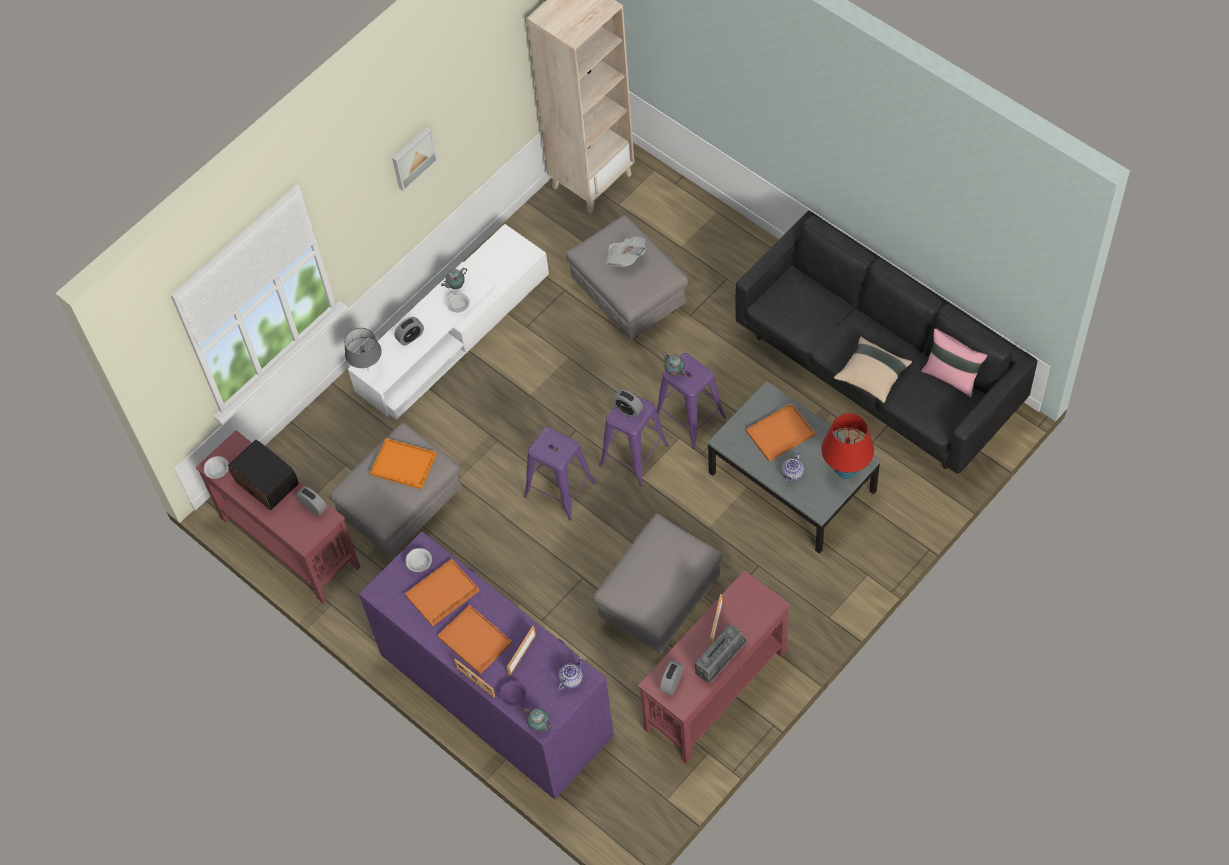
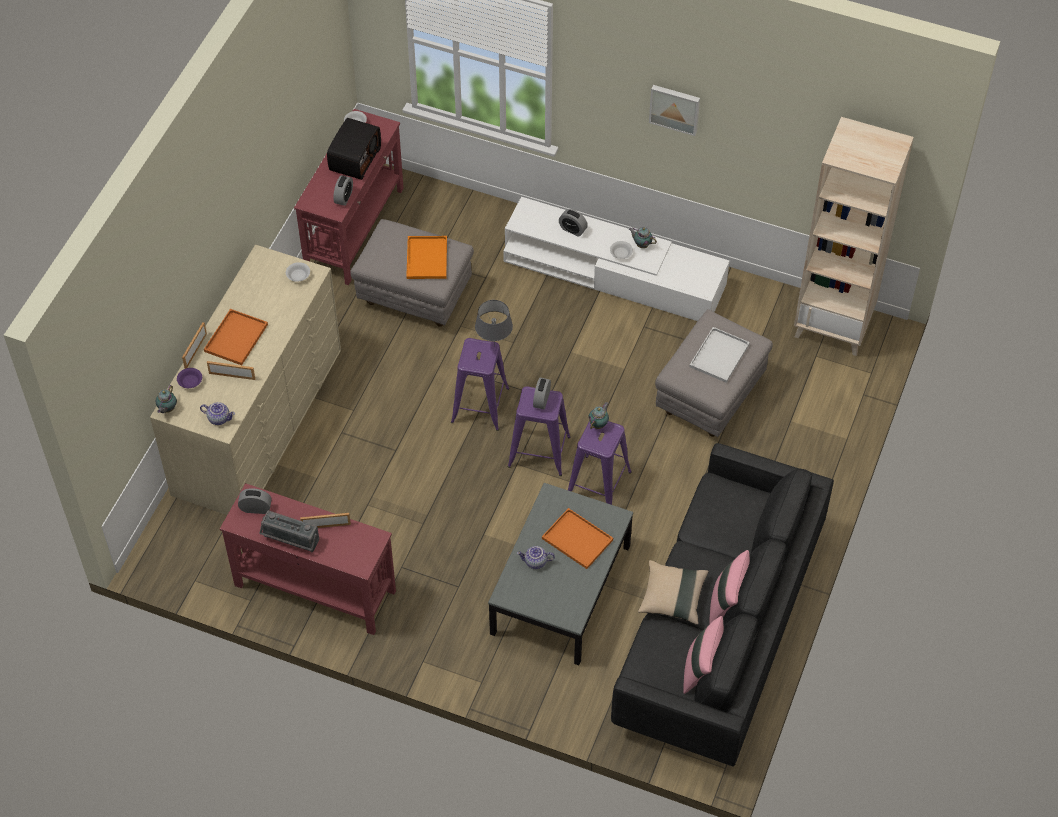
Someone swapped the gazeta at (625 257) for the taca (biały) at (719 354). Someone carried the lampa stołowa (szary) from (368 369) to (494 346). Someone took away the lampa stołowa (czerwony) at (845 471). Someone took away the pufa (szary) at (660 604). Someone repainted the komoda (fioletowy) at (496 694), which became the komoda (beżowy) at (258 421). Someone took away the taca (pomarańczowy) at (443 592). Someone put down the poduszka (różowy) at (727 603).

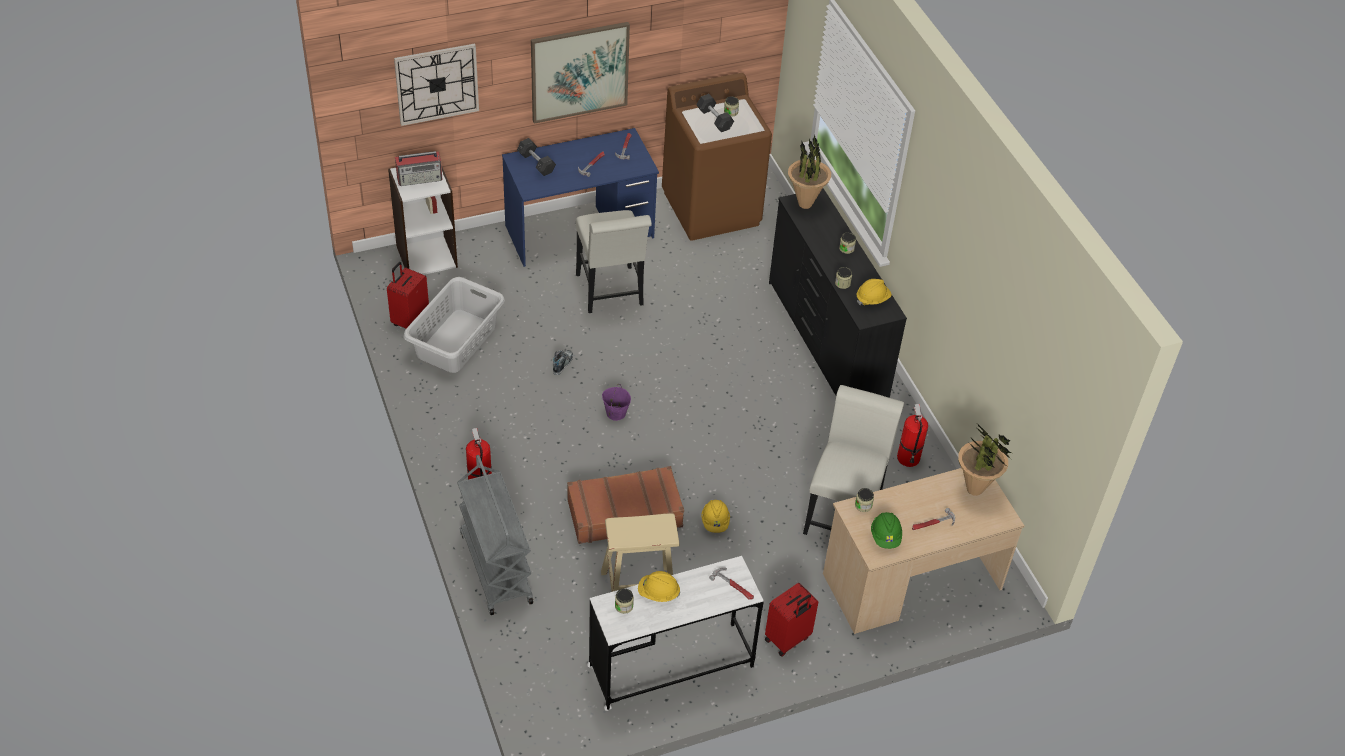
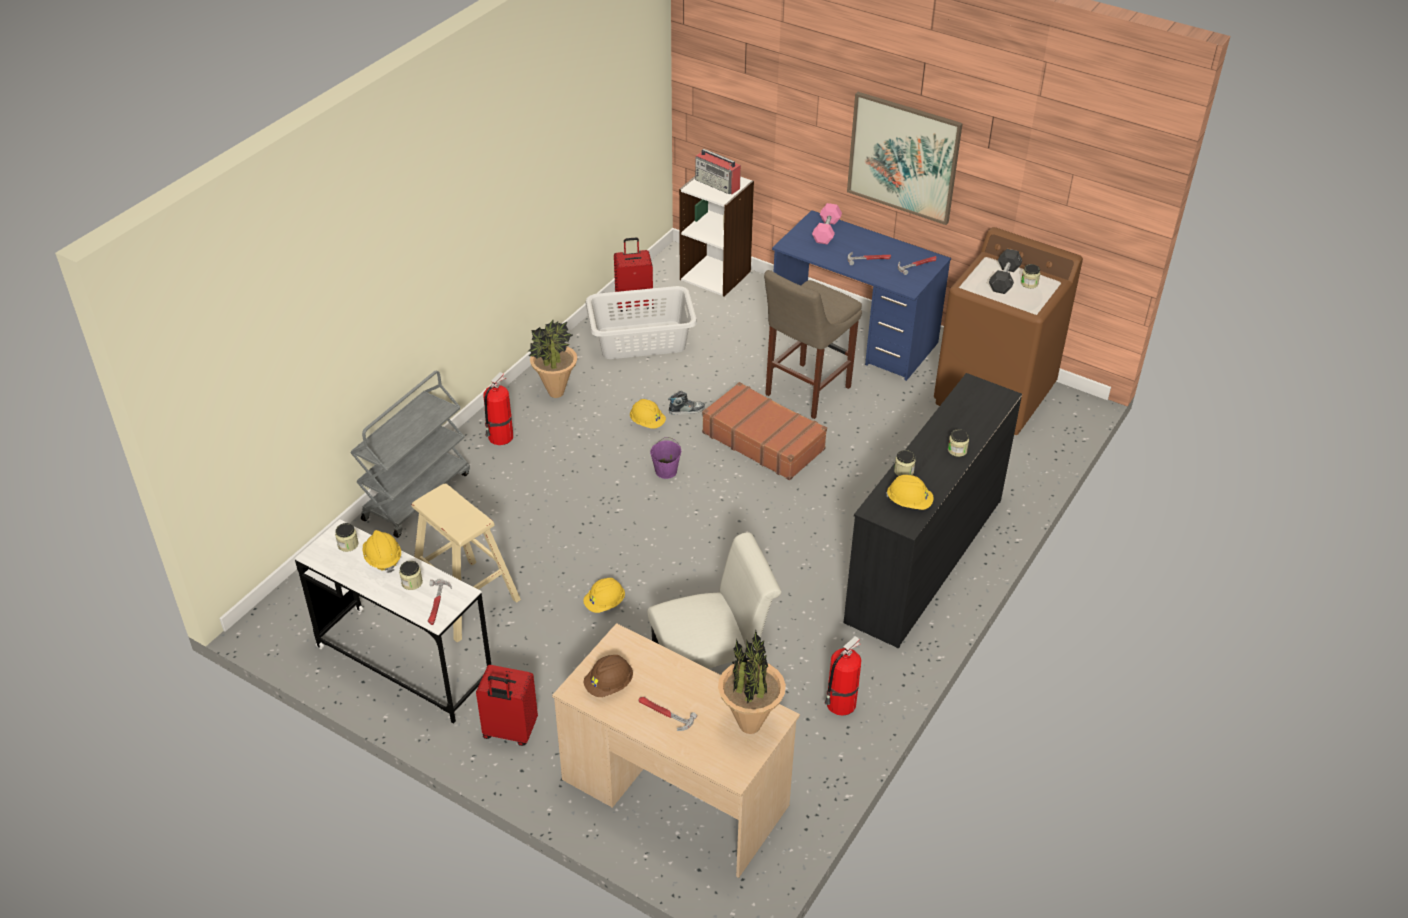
Someone took away the zegar ścienny at (437 84). Someone carried the roślina doniczkowa from (805 204) to (556 393). Someone repainted the hantel (szary) at (536 163), which became the hantel (różowy) at (826 231). Someone swapped the krzesło (biały) at (611 293) for the stołek (beżowy) at (804 392). Someone carried the walizka (brązowy) from (624 512) to (763 440). Someone carried the słoik from (863 505) to (412 582). Someone repainted the kask (zielony) at (885 536), which became the kask (brązowy) at (609 685). Someone put down the kask (żółty) at (647 422).

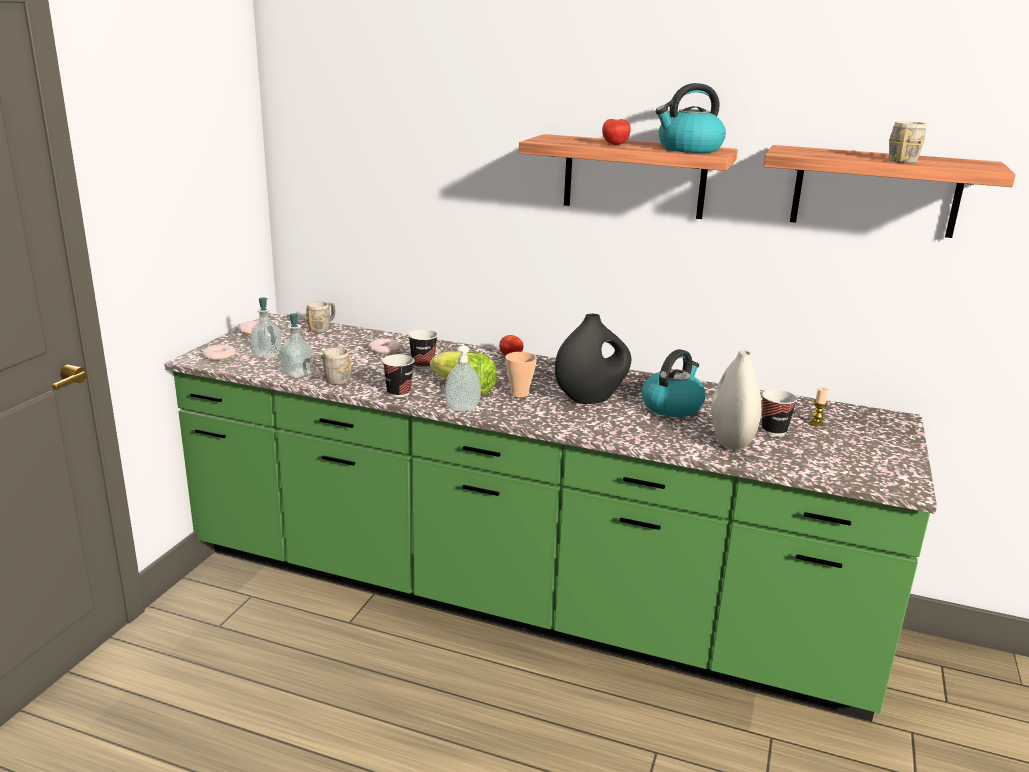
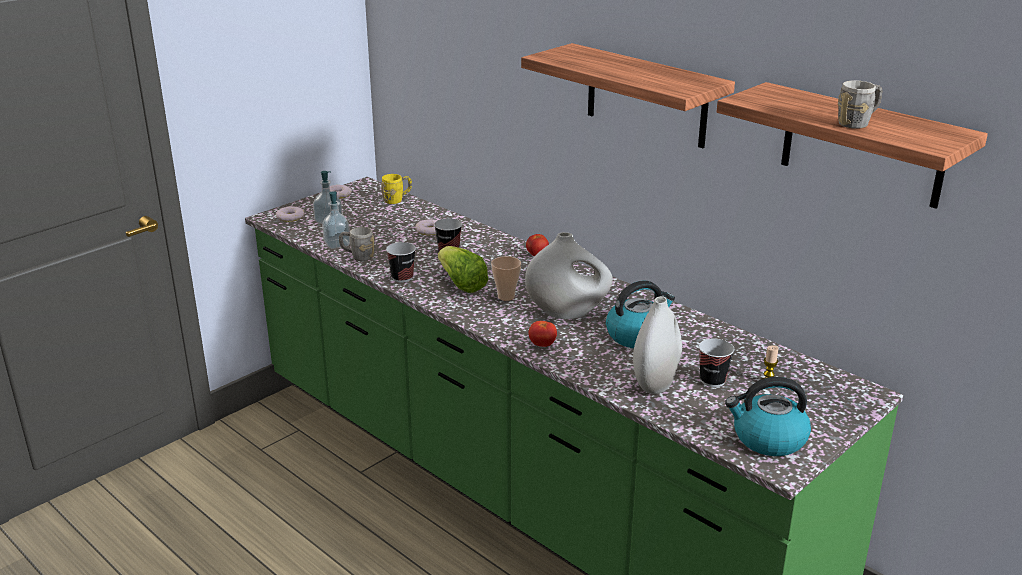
Someone carried the czajnik from (689 149) to (768 439). Someone carried the pomidor from (615 144) to (542 344). Someone repainted the kubek (szary) at (322 328), which became the kubek (żółty) at (397 199). Someone repainted the wazon (czarny) at (591 398), which became the wazon (biały) at (568 313). Someone took away the dozownik mydła at (462 410).

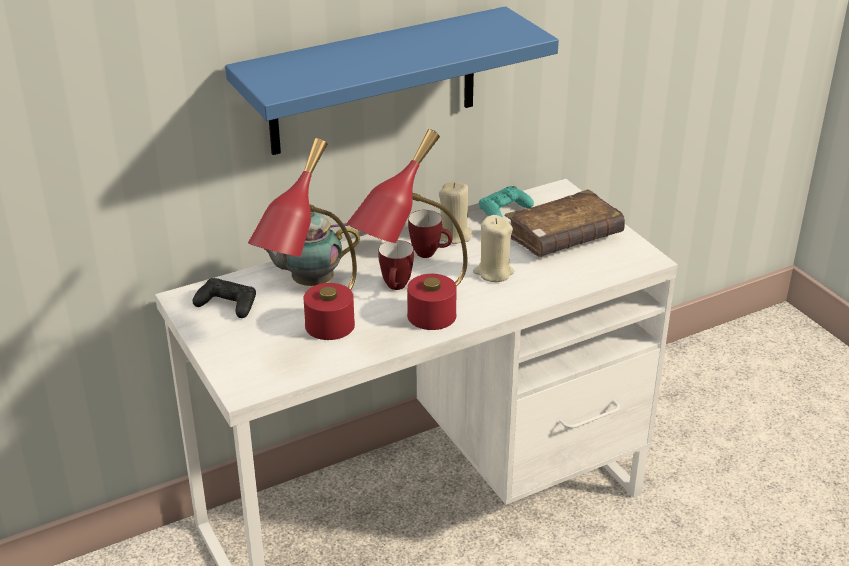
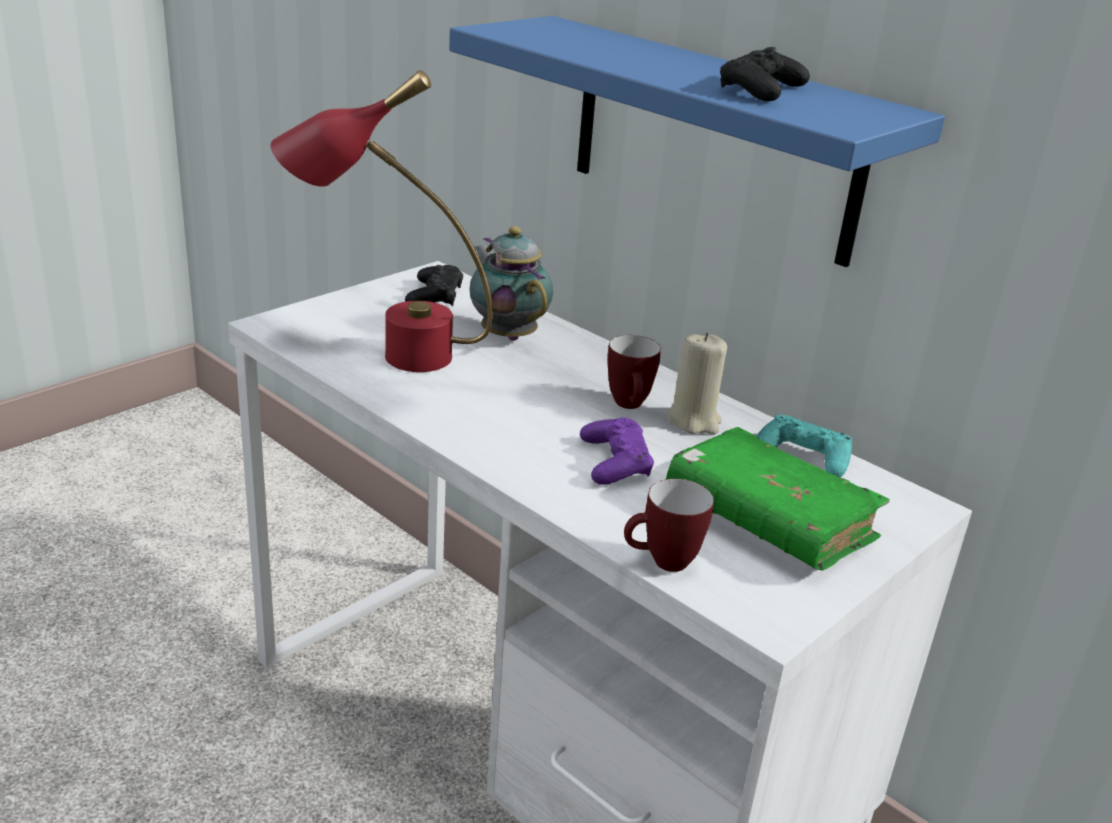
Someone took away the lampa stołowa (czerwony) at (415 326). Someone repainted the książka (brązowy) at (563 237), which became the książka (zielony) at (768 520). Someone swapped the świeca (beżowy) at (493 272) for the pad do gier (fioletowy) at (615 461). Someone carried the kubek from (396 288) to (661 563). Someone put down the pad do gier (czarny) at (761 89).

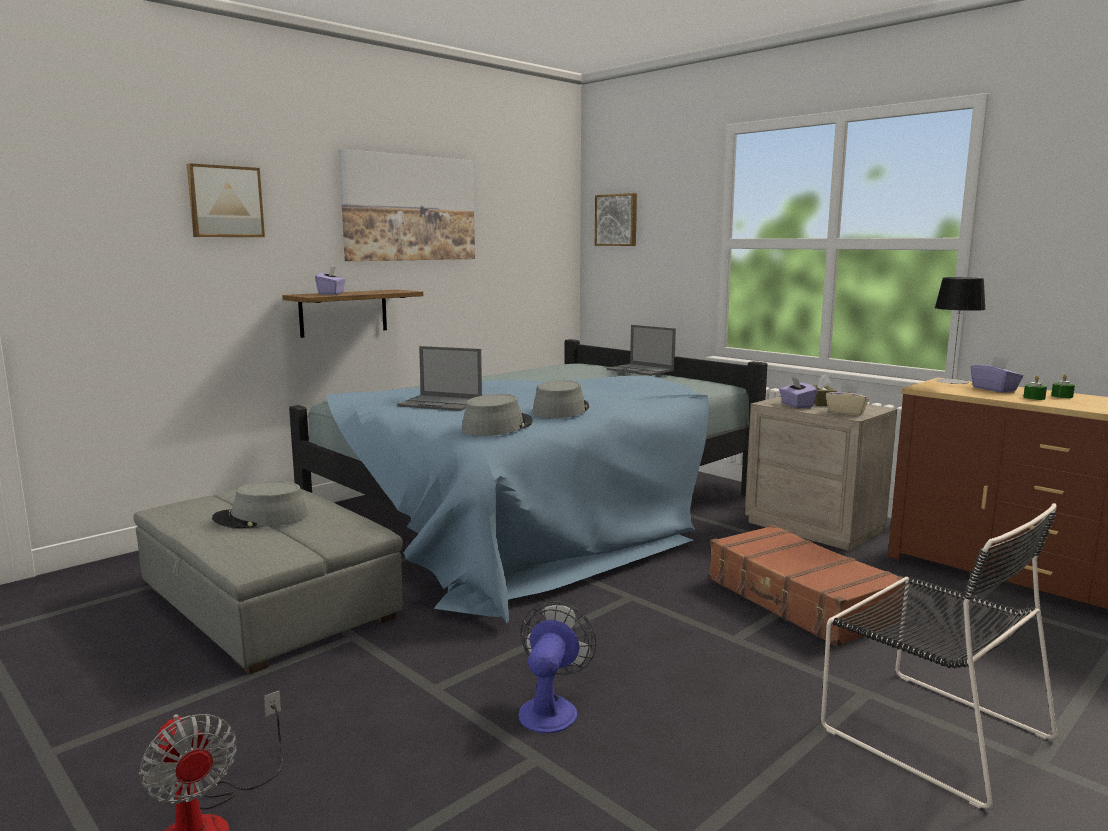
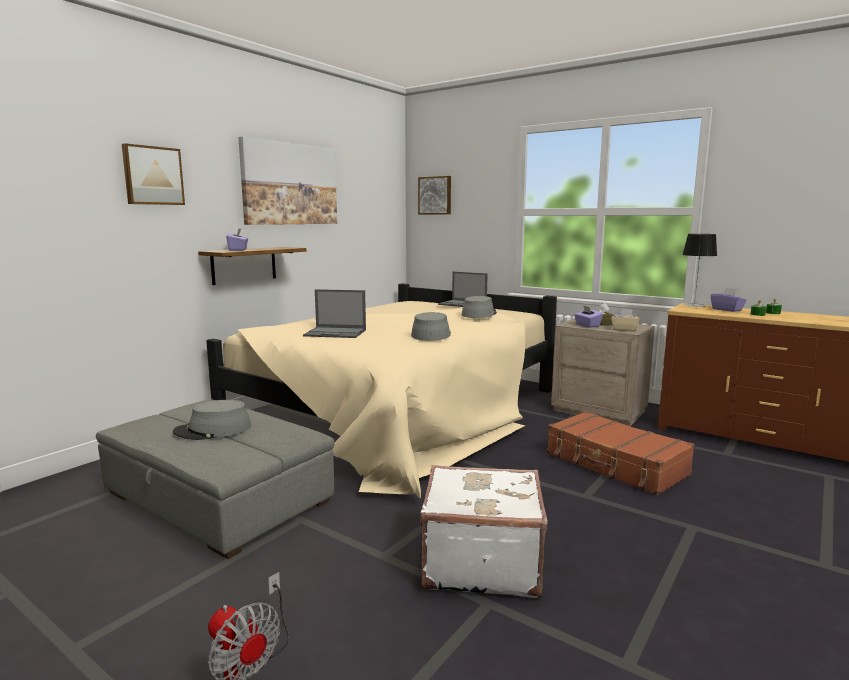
Someone repainted the łóżko (niebieski) at (538 511), which became the łóżko (beżowy) at (401 411). Someone carried the kapelusz (szary) from (497 426) to (479 314). Someone took away the krzesło (czarny) at (928 730). Someone swapped the wentylator at (551 708) for the walizka (biały) at (480 562).

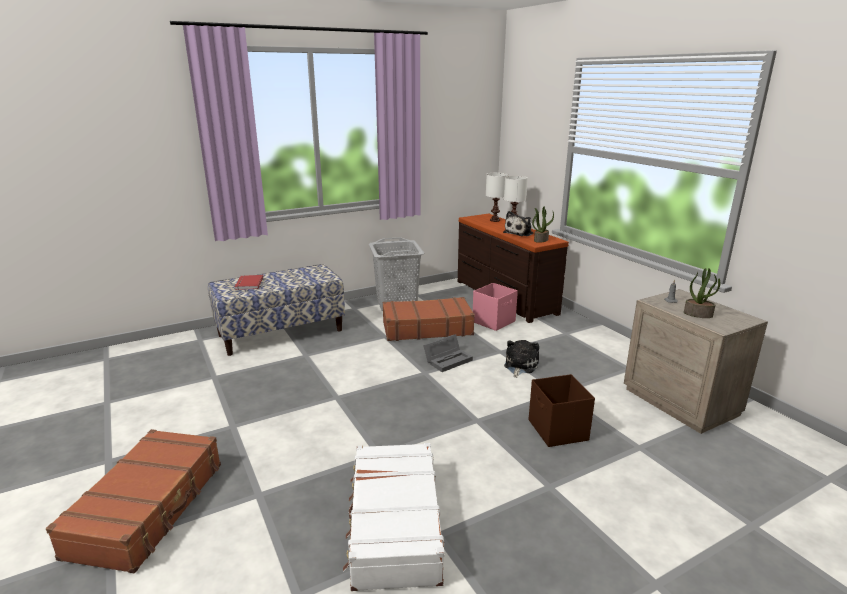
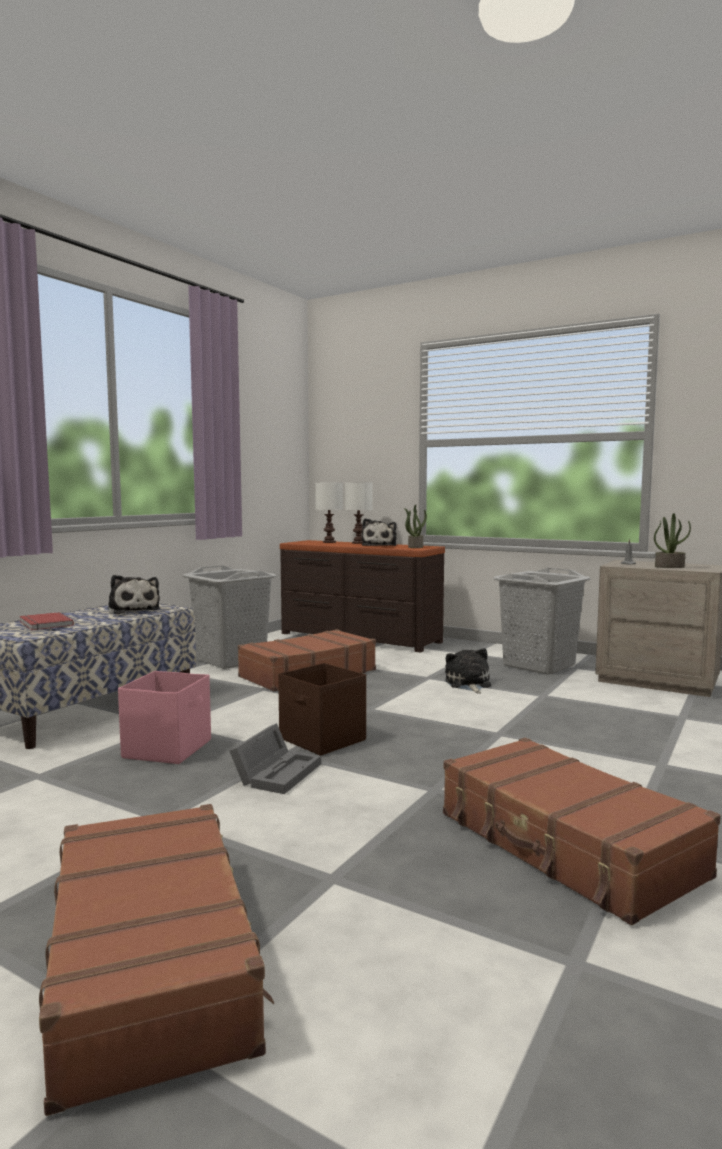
Someone carried the pojemnik do przechowywania (różowy) from (494 321) to (168 748). Someone carried the pojemnik do przechowywania (szary) from (448 359) to (277 772). Someone carried the pojemnik do przechowywania (brązowy) from (557 431) to (322 740). Someone repainted the walizka (biały) at (394 524), which became the walizka (brązowy) at (566 845). Someone put down the kosz na pranie (szary) at (539 665). Someone put down the pluszak at (133 610).

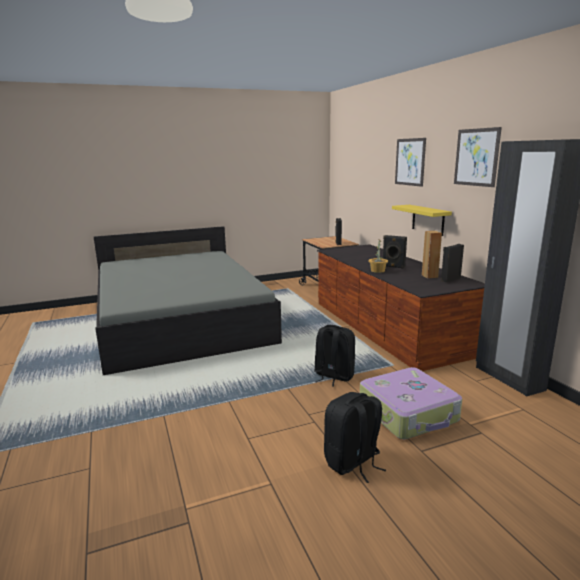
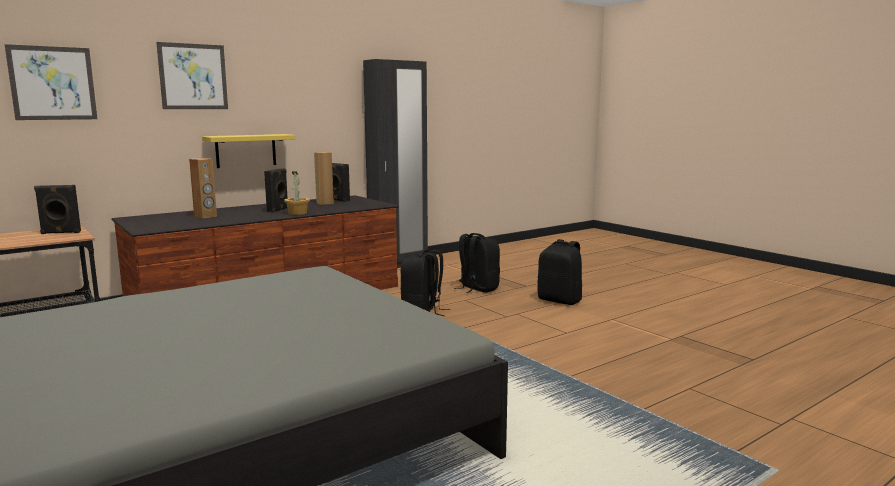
Someone carried the obraz from (476 157) to (52 83). Someone swapped the walizka at (409 413) for the plecak (czarny) at (477 288). Someone put down the głośnik (brązowy) at (205 216).

